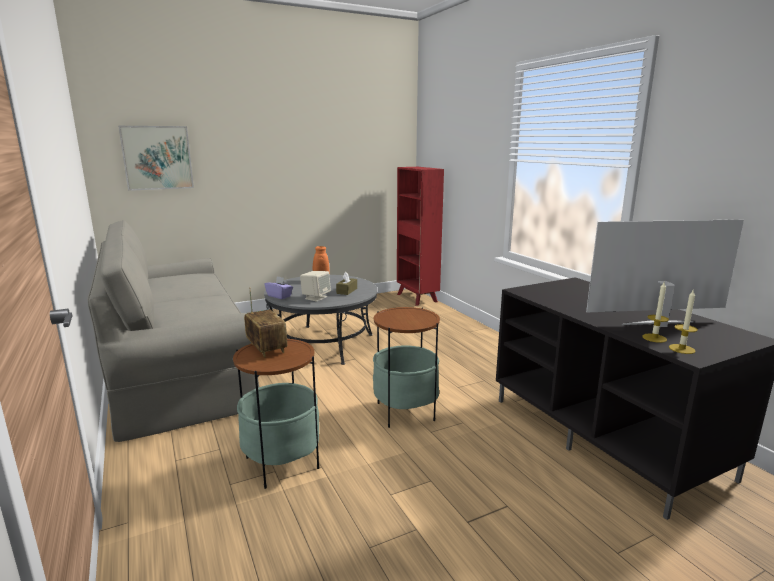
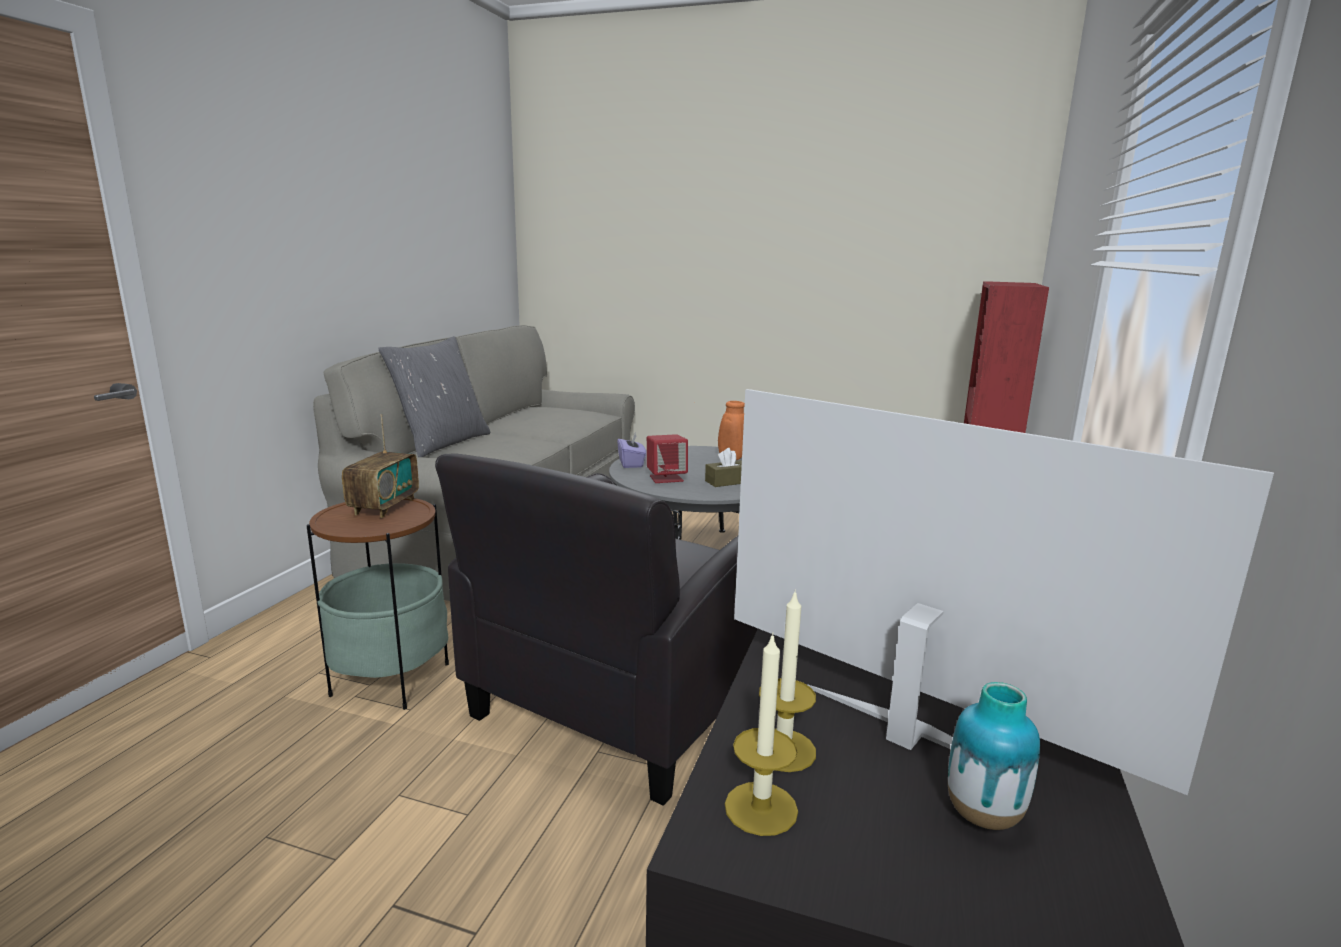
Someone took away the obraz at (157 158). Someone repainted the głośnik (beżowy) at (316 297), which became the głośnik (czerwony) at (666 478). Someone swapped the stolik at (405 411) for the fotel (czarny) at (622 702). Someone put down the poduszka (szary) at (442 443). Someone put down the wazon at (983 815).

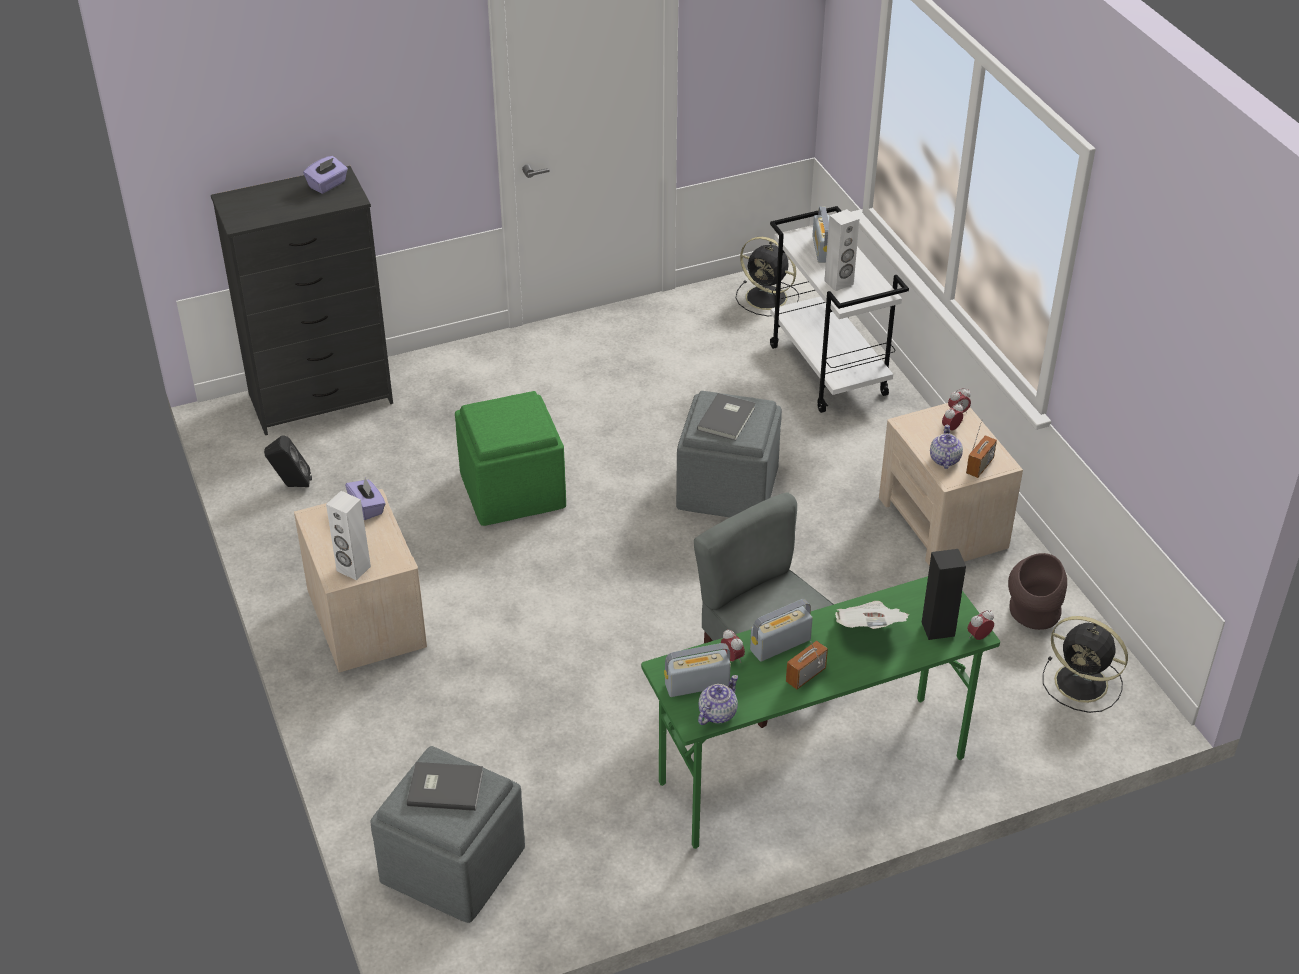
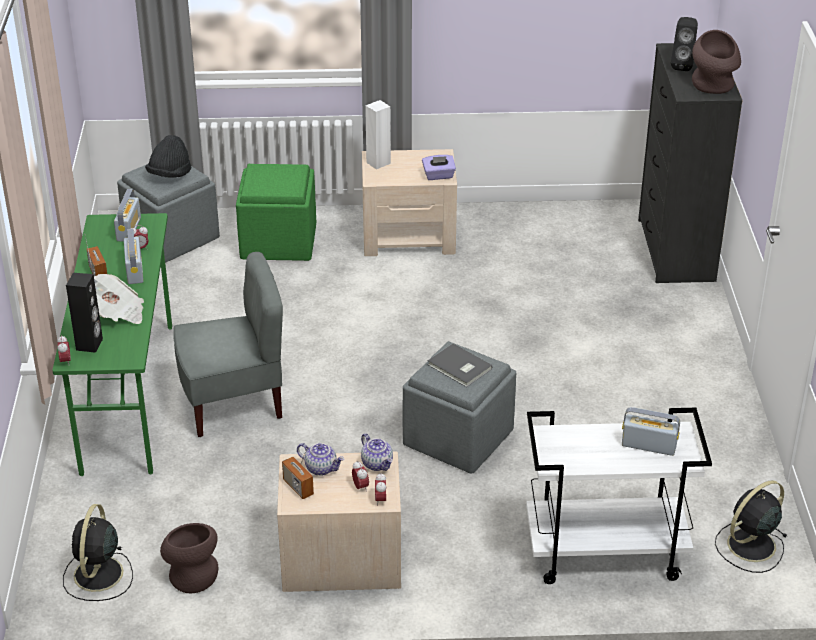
Someone swapped the pudełko chusteczek (fioletowy) at (327 185) for the wazon (brązowy) at (713 87). Someone took away the głośnik (biały) at (839 283). Someone carried the pufa (zielony) from (513 489) to (279 241). Someone carried the głośnik (czarny) from (291 485) to (682 65). Someone rotated the wentylator (czarny) at (1083 684) by 45 degrees counterclockwise. Someone carried the imbryk from (717 713) to (377 464). Someone swapped the książka (szary) at (444 787) for the kapelusz (czarny) at (169 174).

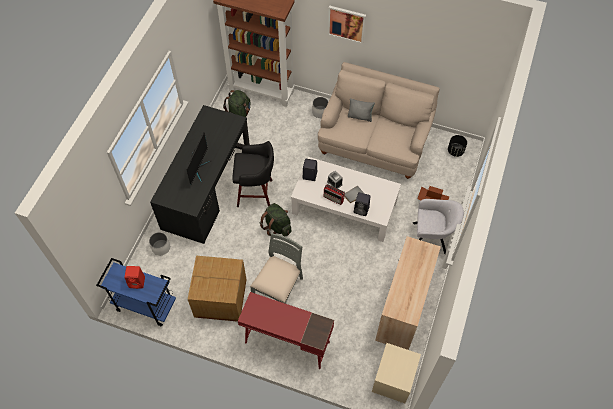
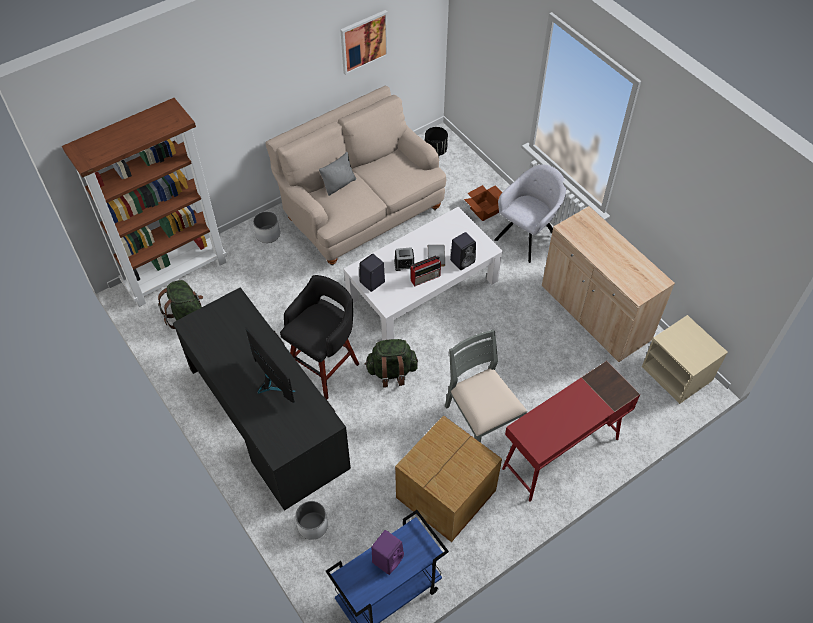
Someone carried the obraz from (346 24) to (364 41). Someone repainted the głośnik (czerwony) at (137 282), which became the głośnik (fioletowy) at (388 558).

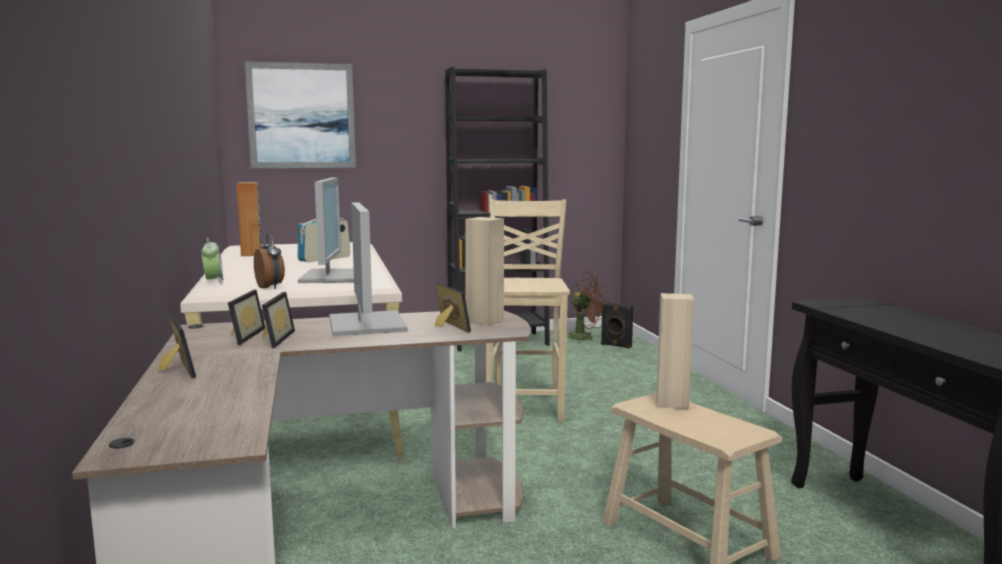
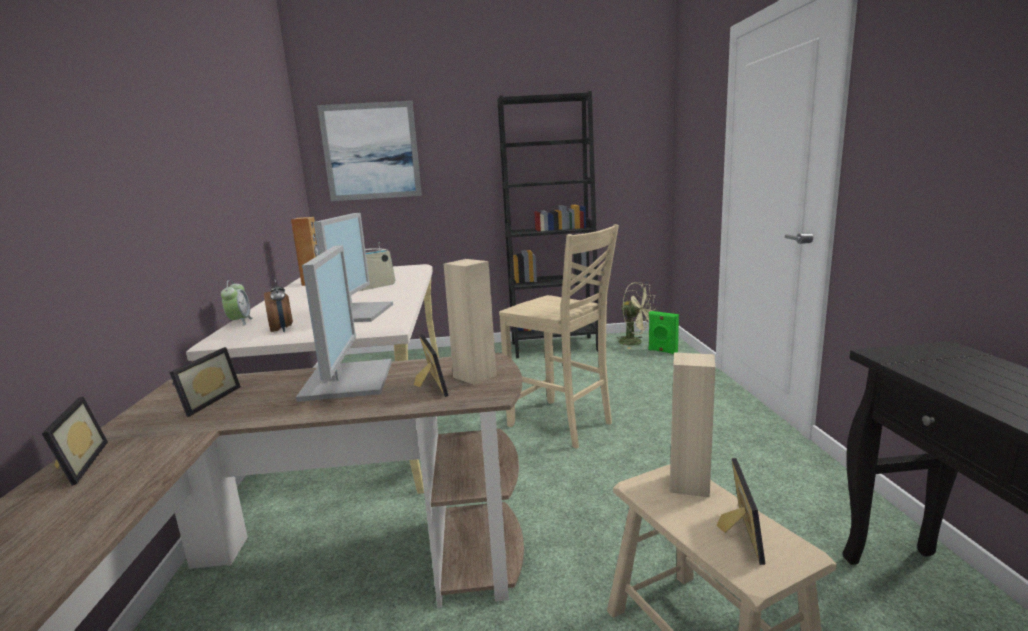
Someone rotated the krzesło (beżowy) at (526 405) by 120 degrees clockwise. Someone repainted the wentylator (brązowy) at (586 338), which became the wentylator (zielony) at (635 343). Someone carried the ramka na zdjęcie from (273 339) to (735 532). Someone repainted the głośnik (czarny) at (615 345), which became the głośnik (zielony) at (662 351).

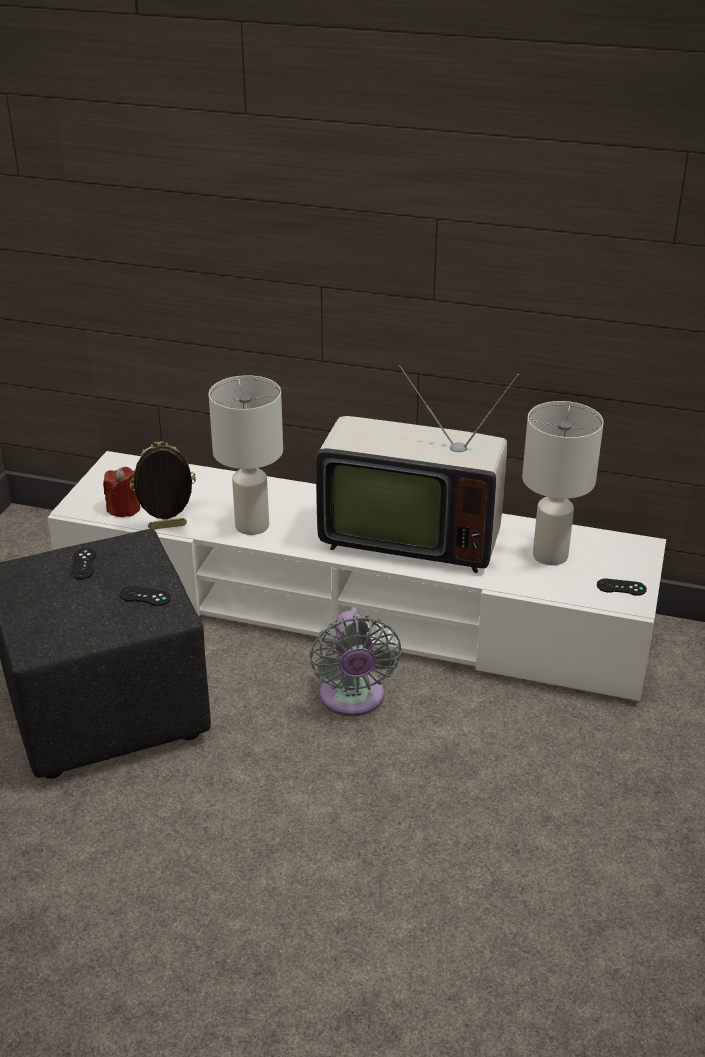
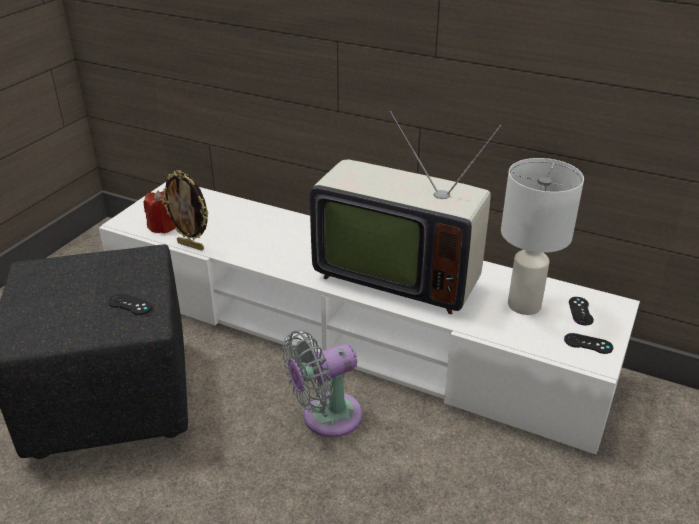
Someone took away the lampa stołowa (biały) at (251 525). Someone rotated the ramka na zdjęcie at (167 527) by 150 degrees counterclockwise. Someone carried the pad do gier (czarny) from (83 564) to (580 311). Someone rotated the wentylator (szary) at (352 700) by 60 degrees clockwise.

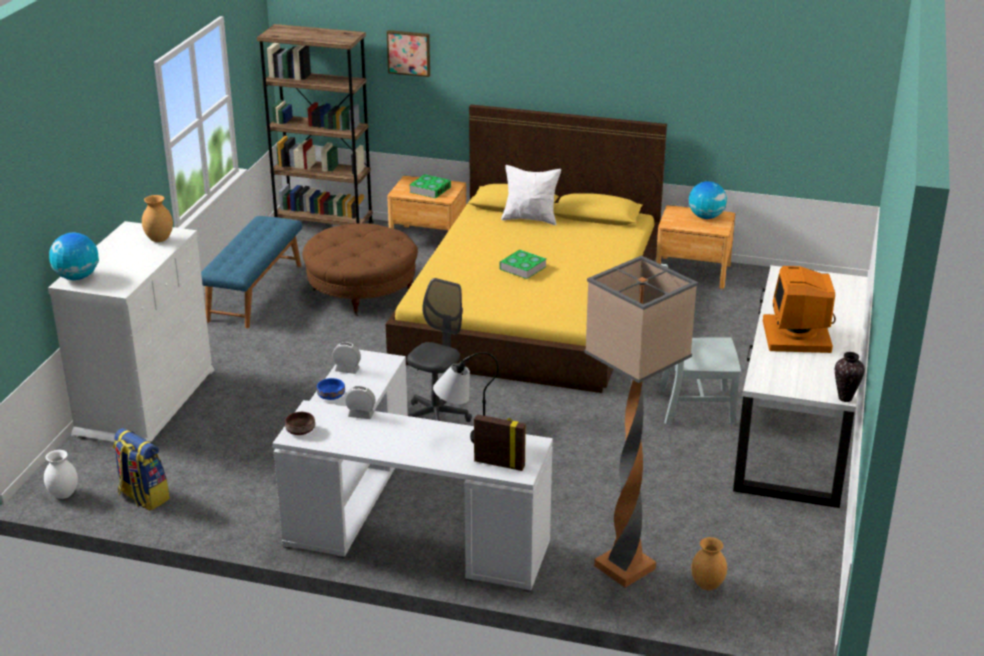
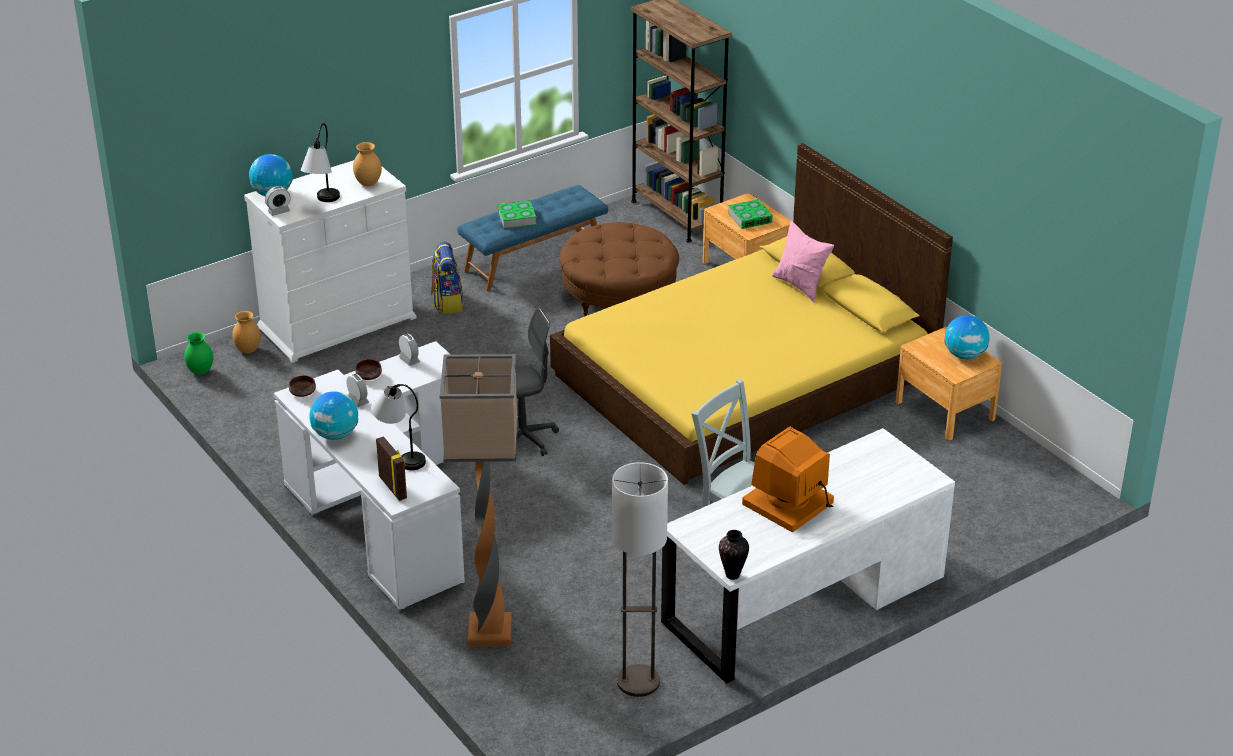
Someone took away the obraz at (409 52). Someone repainted the poduszka (biały) at (530 219), which became the poduszka (różowy) at (800 286). Someone carried the książka from (522 268) to (517 218). Someone repainted the miska (niebieski) at (331 395), which became the miska (brązowy) at (369 376). Someone carried the plecak from (143 497) to (447 302). Someone repainted the wazon (biały) at (64 494), which became the wazon (zielony) at (201 371). Someone carried the wazon (brązowy) from (706 585) to (248 350). Someone put down the lampa stołowa at (322 204). Someone put down the budzik at (279 211). Someone put down the globus at (335 435). Someone put down the lampa stojąca at (638 682).

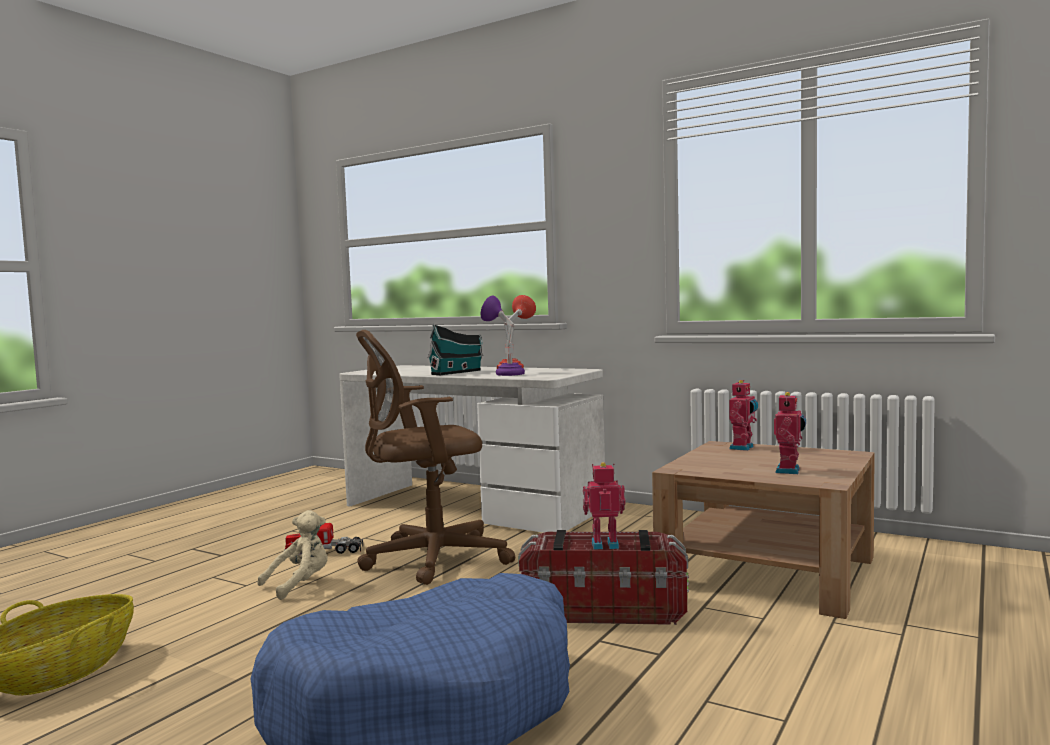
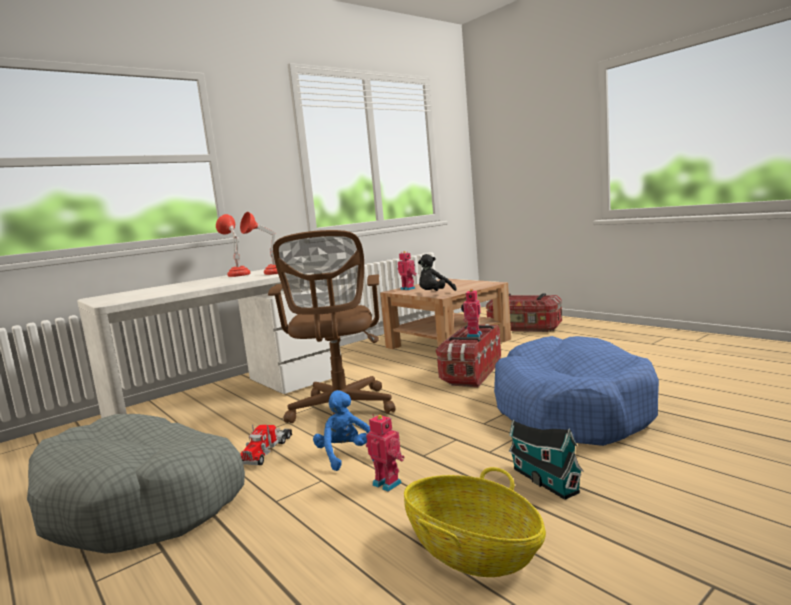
Someone repainted the lampa stołowa (fioletowy) at (504 374), which became the lampa stołowa (czerwony) at (268 274). Someone carried the domek from (458 372) to (543 479). Someone carried the robot zabawkowy from (790 471) to (388 483). Someone repainted the pluszak (beżowy) at (300 584), which became the pluszak (niebieski) at (346 455). Someone put down the pluszak (czarny) at (434 294). Someone put down the pojemnik do przechowywania at (524 328). Someone put down the legowisko (szary) at (143 502).

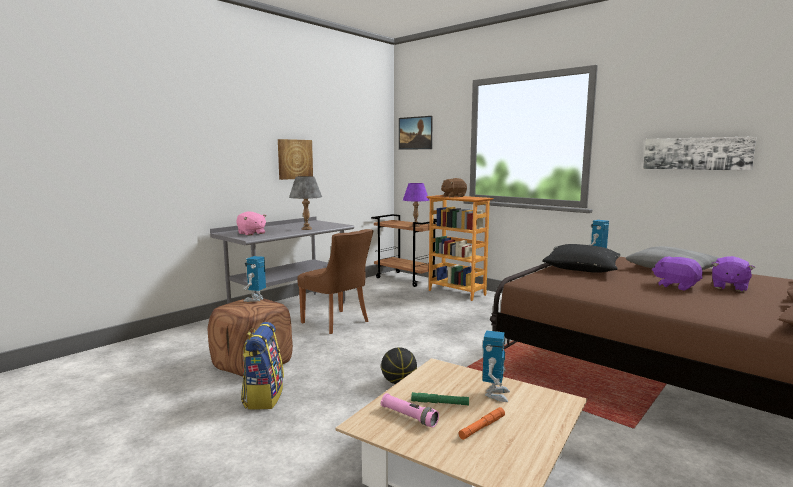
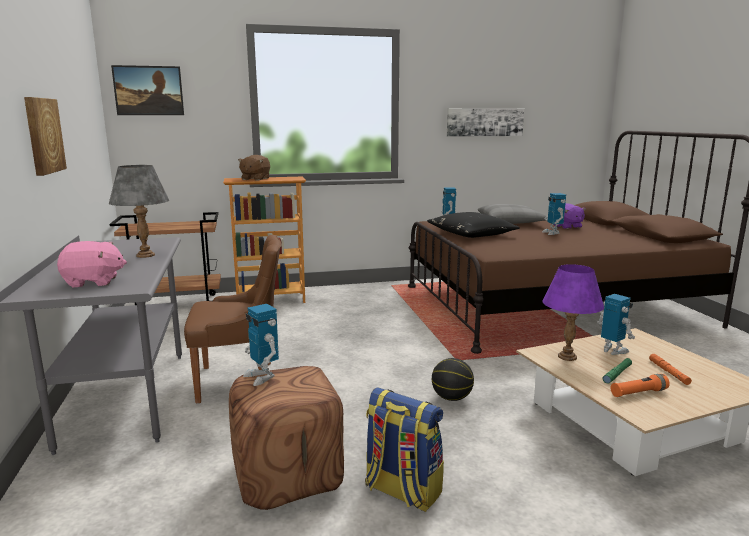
Someone carried the lampa stołowa (fioletowy) from (415 226) to (567 357). Someone swapped the pluszak (fioletowy) at (676 286) for the robot zabawkowy at (552 233). Someone repainted the latarka (różowy) at (409 417), which became the latarka (pomarańczowy) at (638 393).

